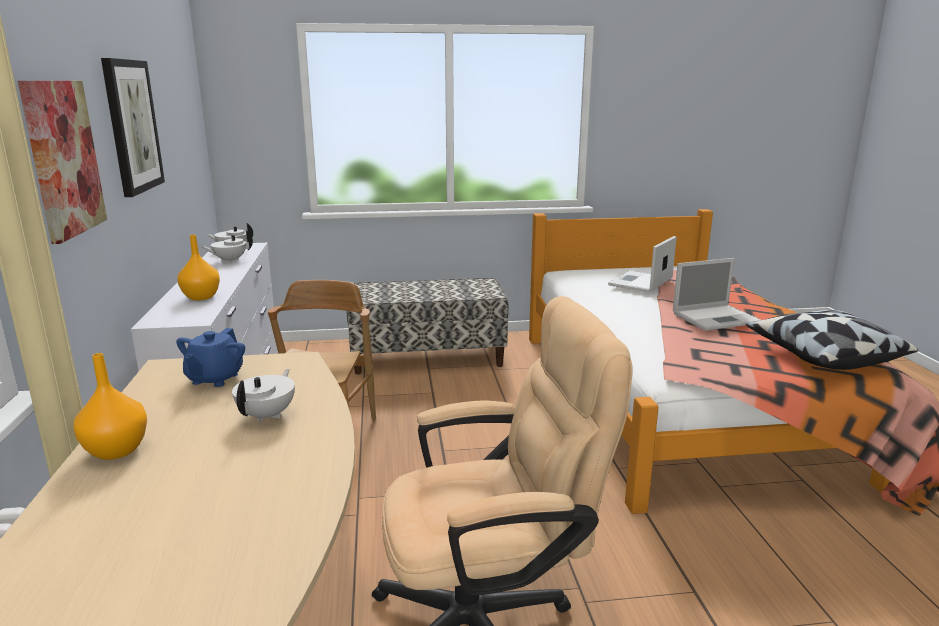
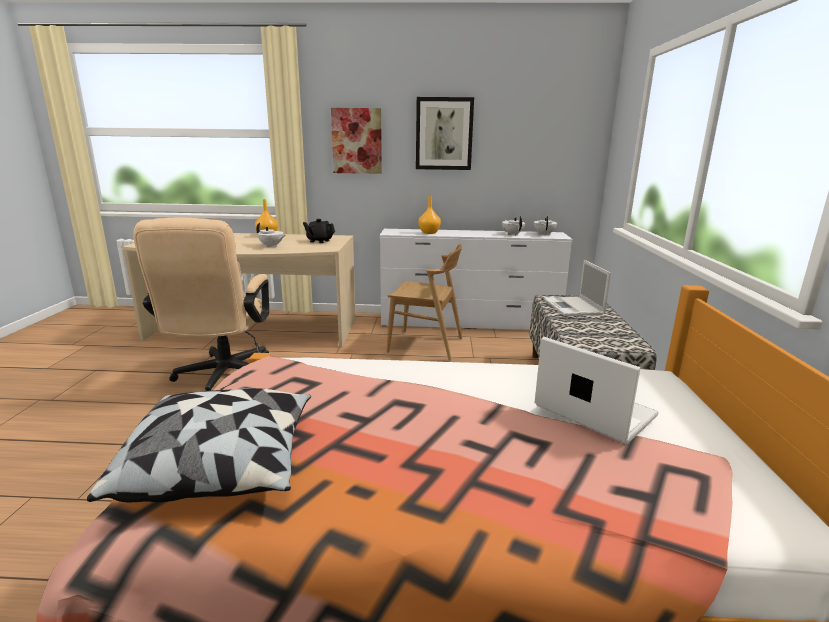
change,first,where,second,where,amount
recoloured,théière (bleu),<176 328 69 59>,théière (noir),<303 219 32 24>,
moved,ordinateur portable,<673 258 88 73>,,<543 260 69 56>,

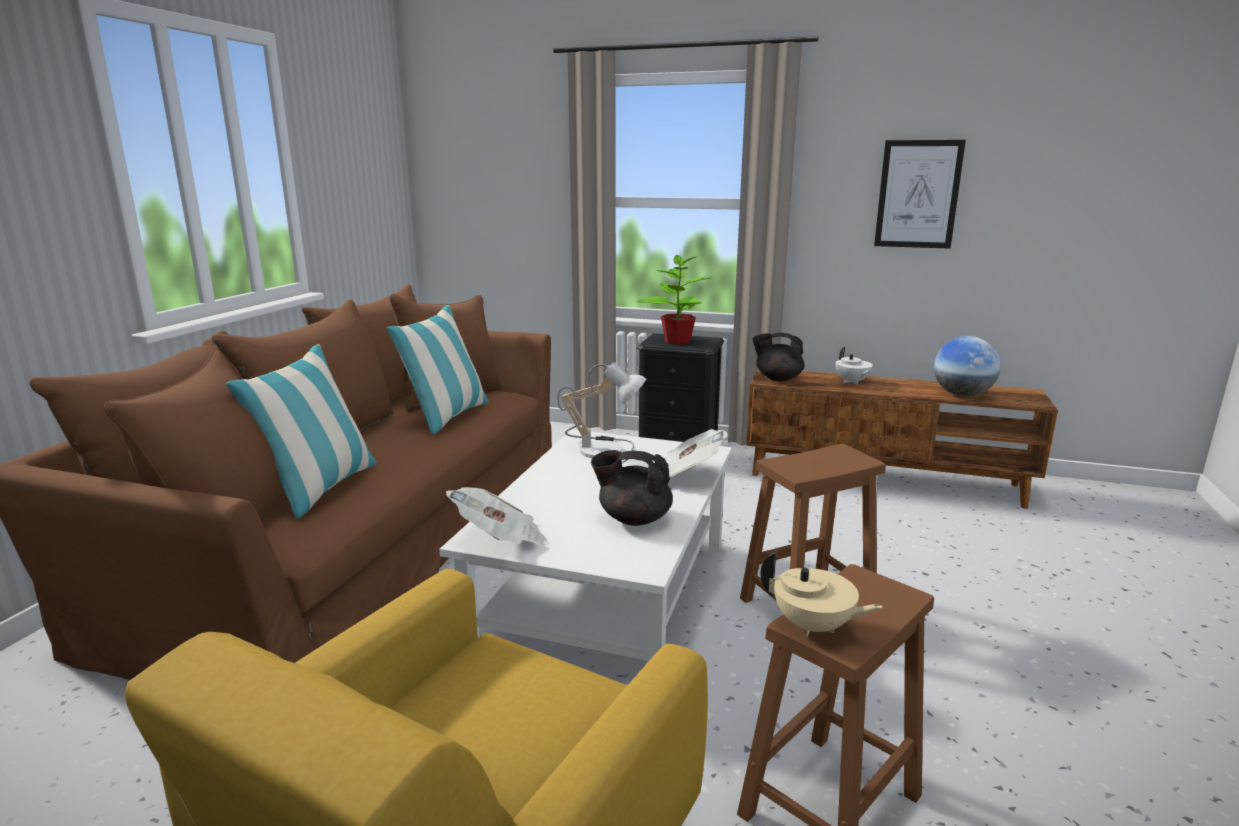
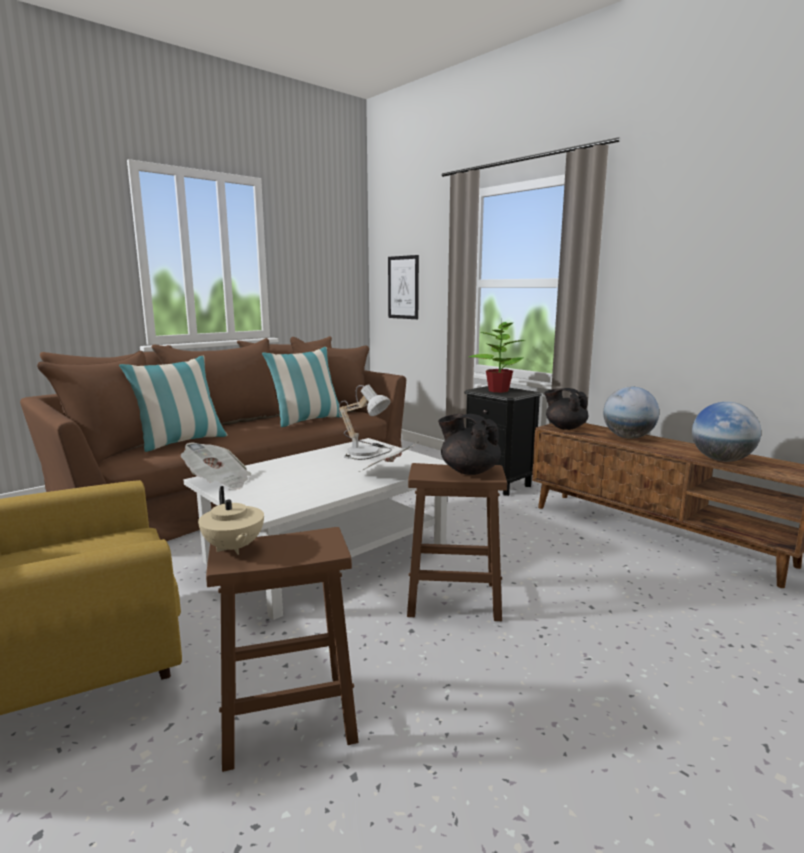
change,first,where,second,where,amount
moved,tableau,<874 140 92 109>,,<388 255 31 64>,
moved,théière (noir),<591 450 82 76>,,<438 414 63 61>,
replaced,théière (blanc),<835 347 38 37>,globe,<603 387 56 52>,

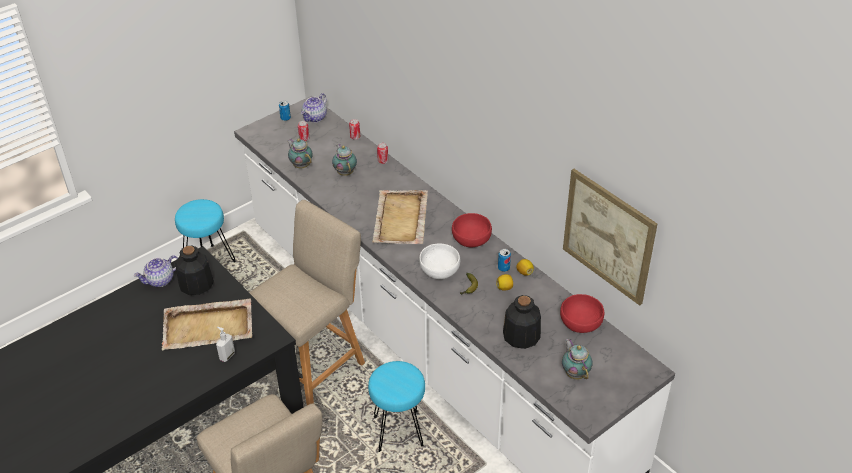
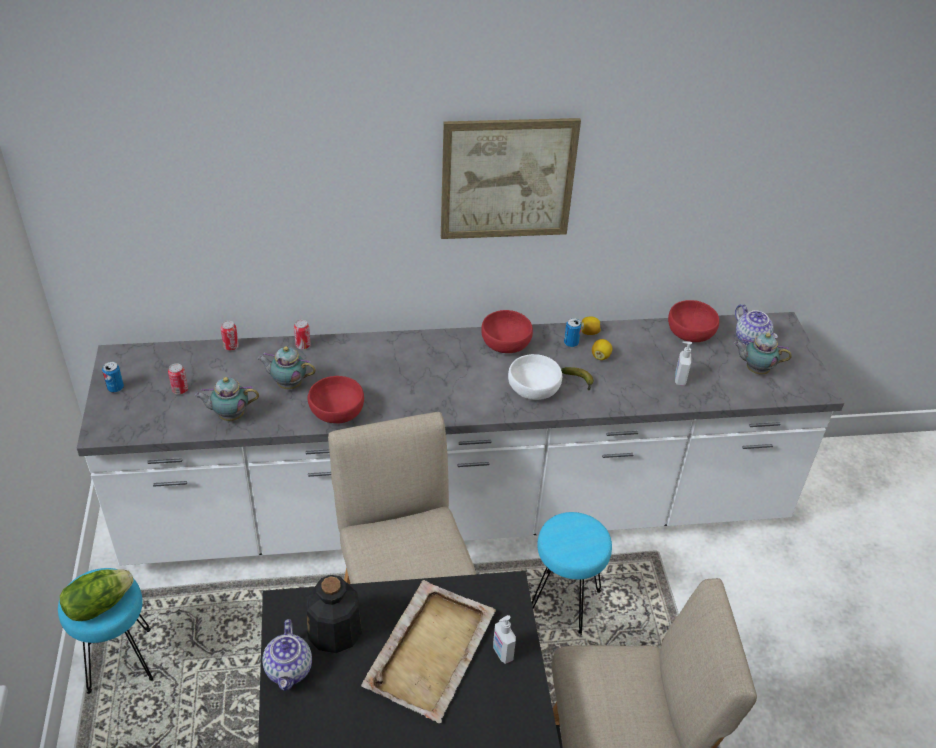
change,first,where,second,where,amount
added,,,laitue,<60 569 74 52>,
added,,,bol (rouge),<308 376 56 47>,
moved,tableau,<563 169 94 137>,,<441 118 140 121>,
replaced,bouteille,<503 295 38 54>,distributeur de savon,<675 341 17 45>,
moved,théière,<301 93 26 29>,,<735 304 43 42>,
removed,plateau (beige),<372 190 56 54>,,,

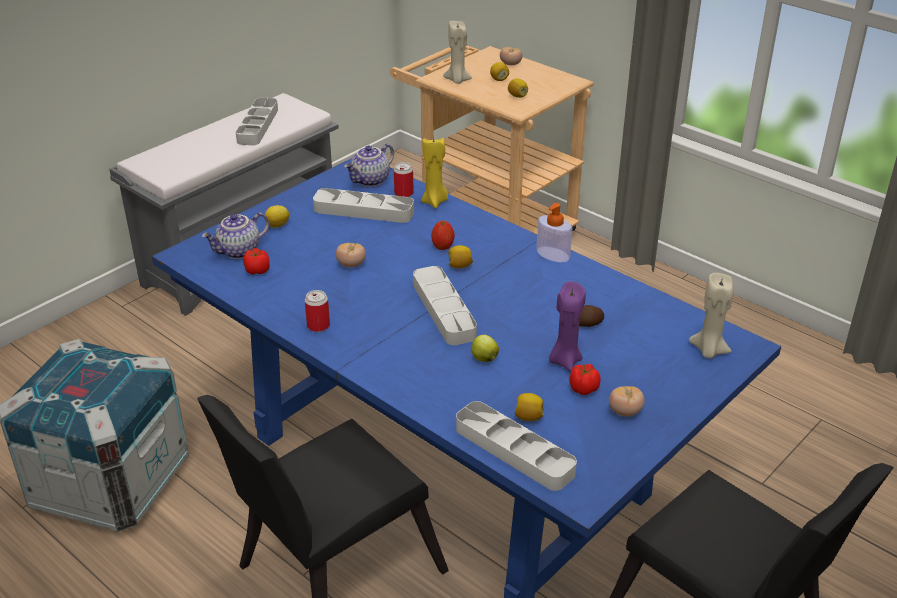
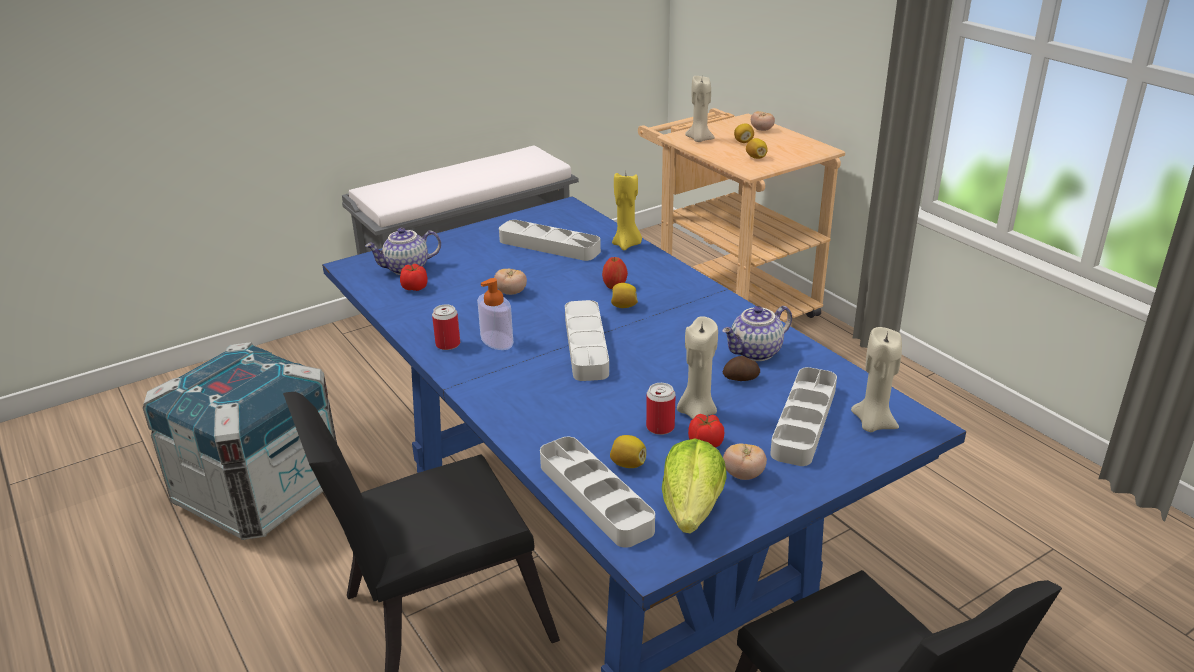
change,first,where,second,where,amount
moved,distributeur de savon,<536 203 36 59>,,<477 278 37 72>,
moved,boîte métallique,<394 162 20 35>,,<646 383 30 52>,
added,,,laitue,<662 438 65 96>,
recoloured,bougie (violet),<549 281 37 90>,bougie (beige),<677 316 41 103>,
moved,théière,<344 144 50 43>,,<722 306 70 55>,
moved,plateau (gris),<236 97 42 48>,,<770 367 67 99>,
removed,citron,<265 205 24 23>,,,
removed,pomme,<471 335 28 27>,,,

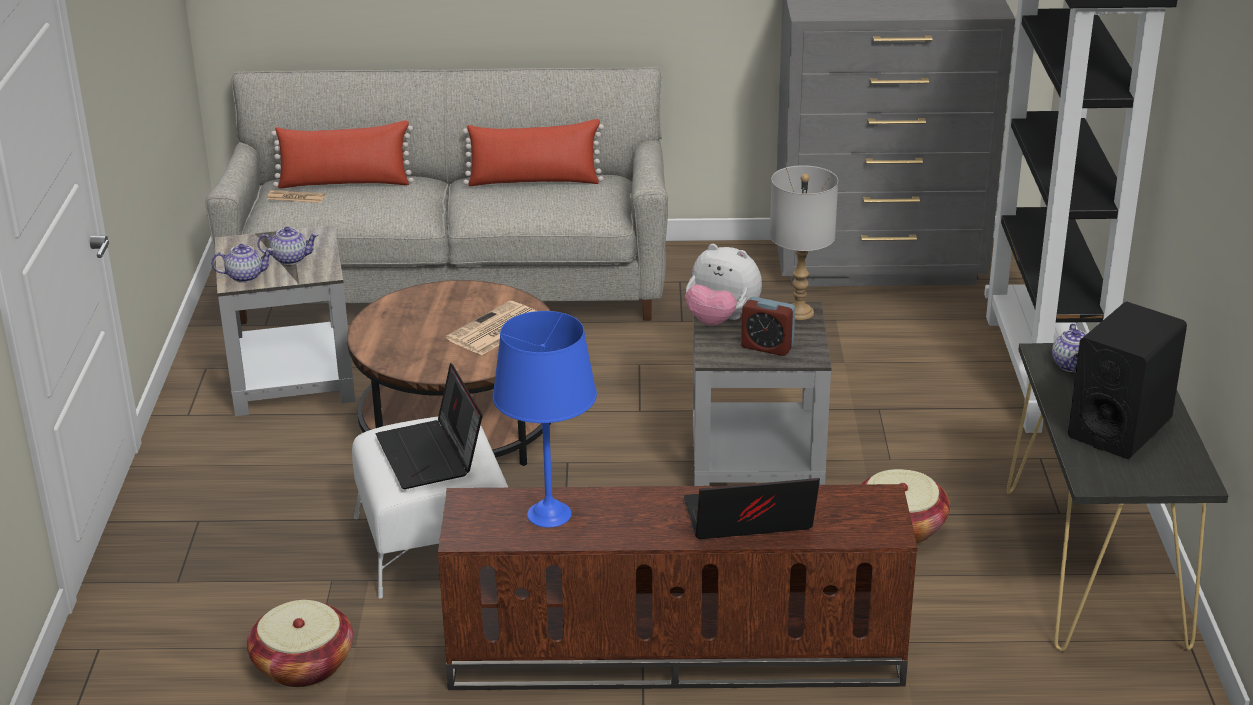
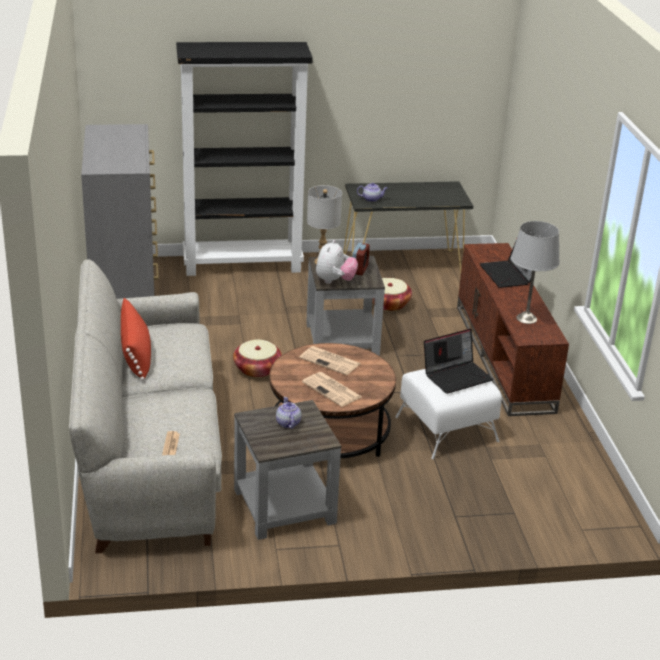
change,first,where,second,where,amount
moved,panier,<247 600 106 87>,,<233 339 49 39>,
added,,,journal,<302 372 60 35>,
recoloured,lampe de table (bleu),<492 311 105 217>,lampe de table (gris),<511 221 49 103>,
removed,théière,<211 244 63 39>,,,
removed,coussin (rouge),<271 120 143 69>,,,
removed,enceinte (noir),<1068 302 119 157>,,,

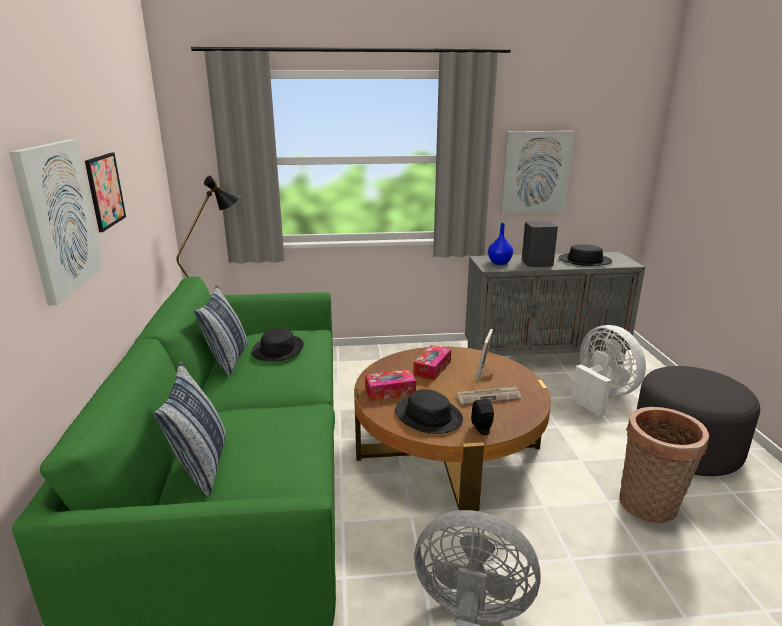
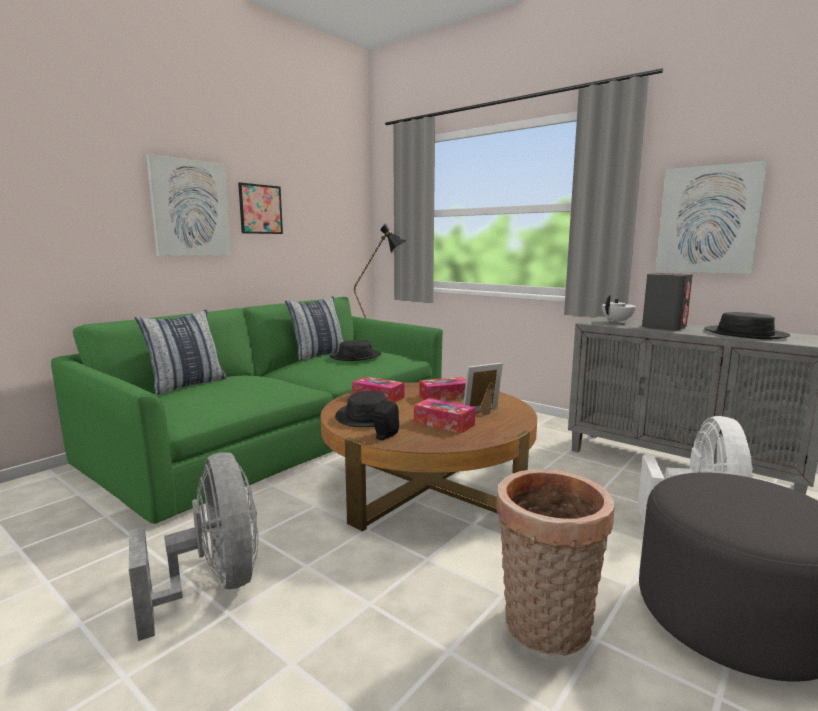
change,first,where,second,where,amount
replaced,journal,<456 385 65 21>,boîte à mouchoirs,<414 398 61 36>,
replaced,vase (bleu),<488 223 25 42>,théière (blanc),<602 295 34 28>,

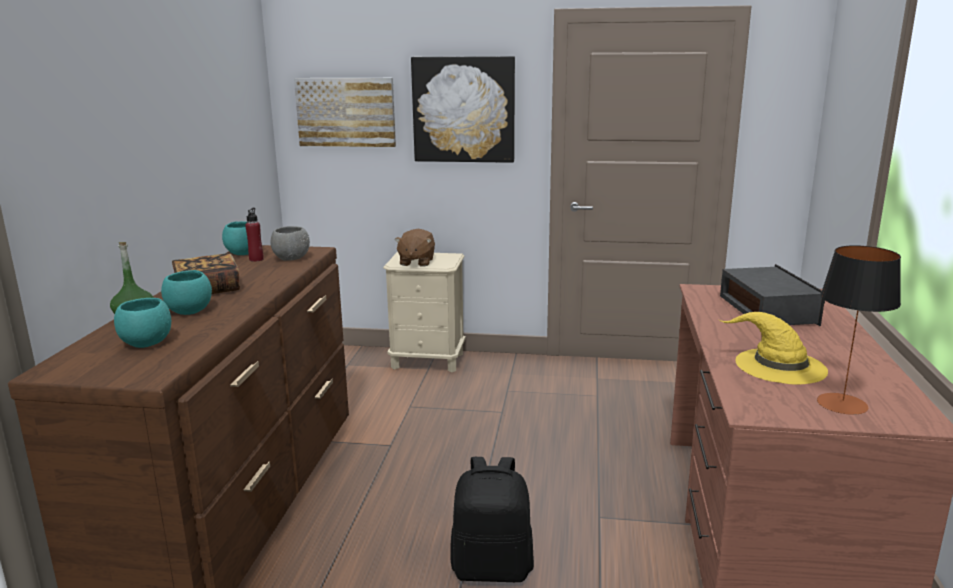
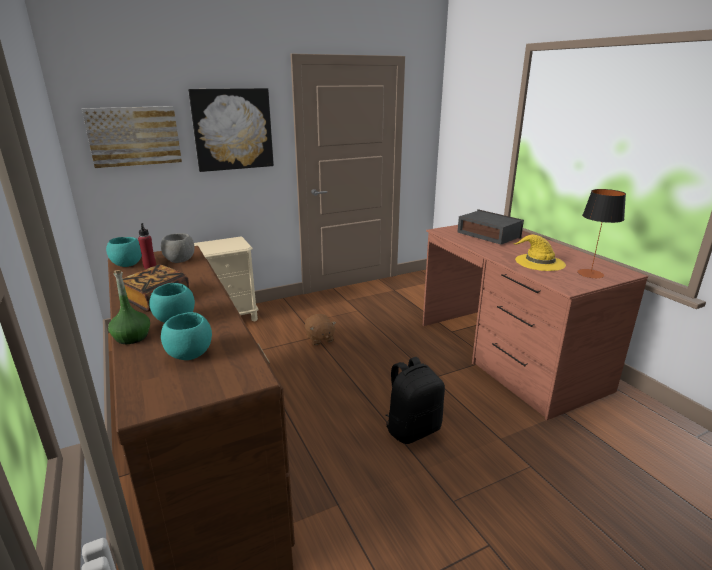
change,first,where,second,where,amount
moved,peluche (marron),<394 229 41 38>,,<305 314 31 31>,

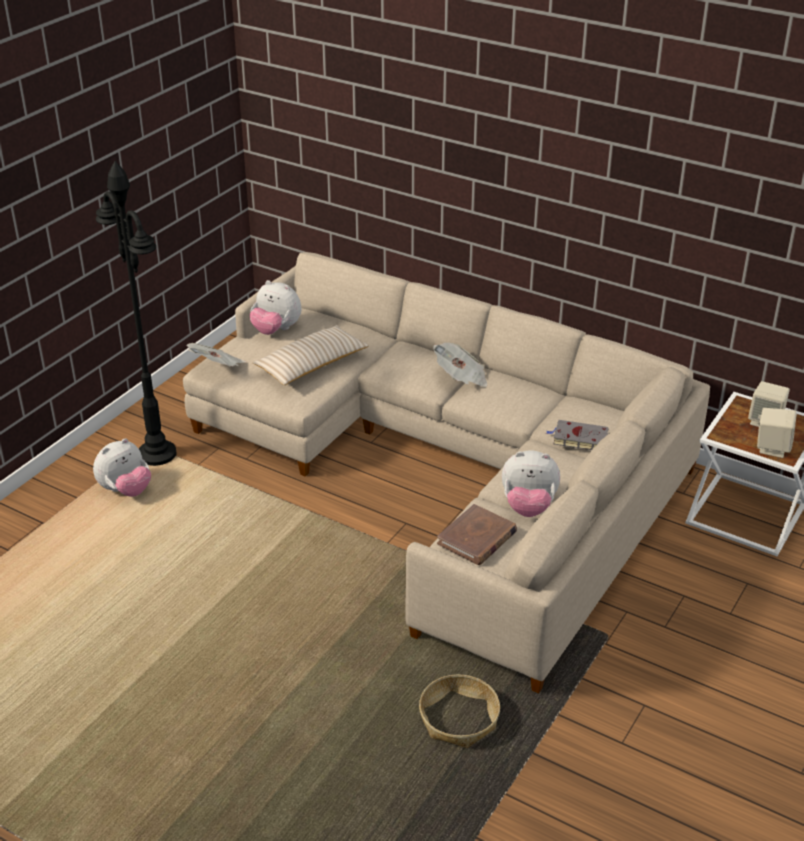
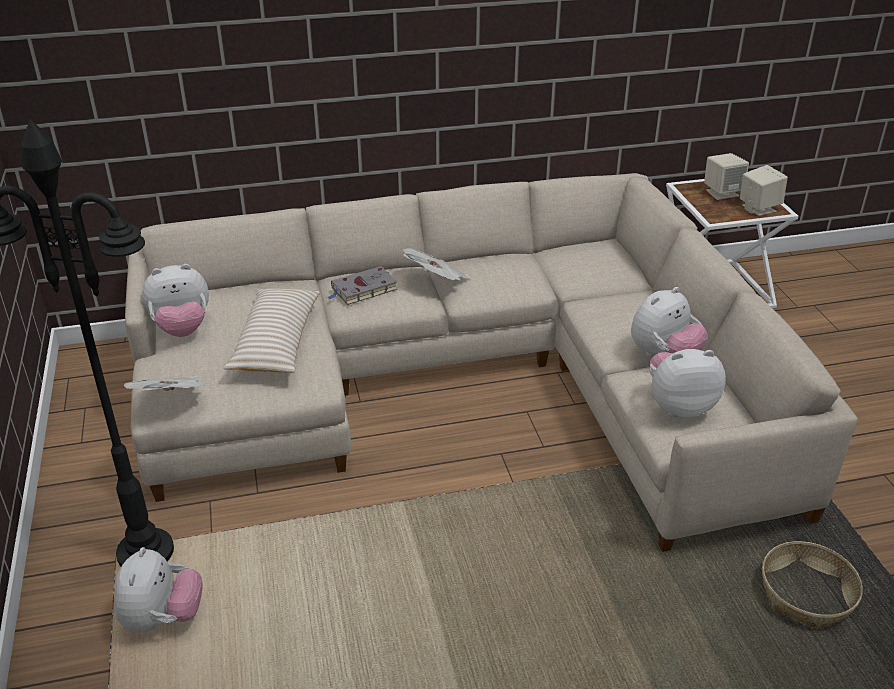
change,first,where,second,where,amount
moved,livre (gris),<546 420 63 30>,,<327 266 70 39>,
replaced,livre (marron),<437 504 80 61>,peluche,<650 349 76 68>,

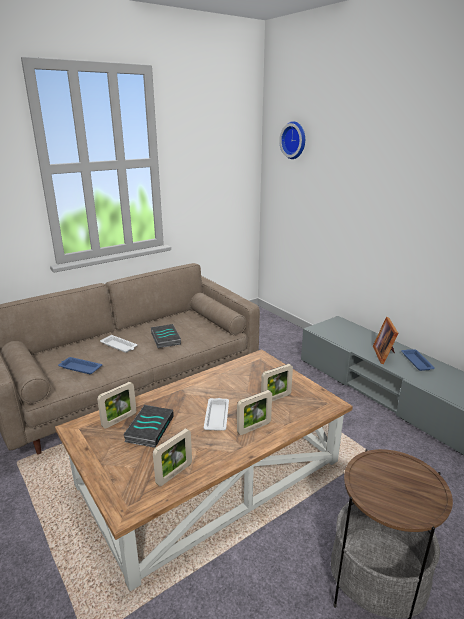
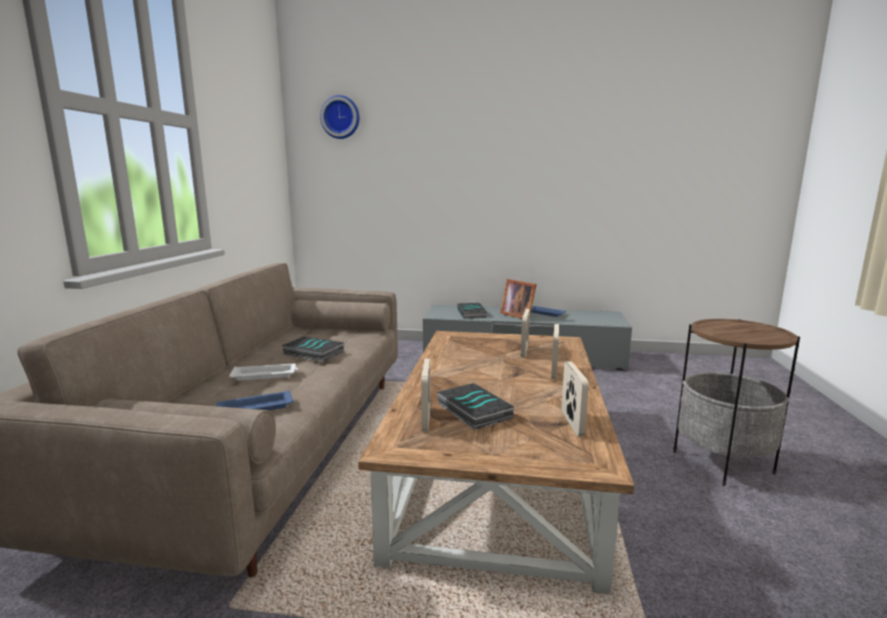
change,first,where,second,where,amount
added,,,livre,<457 303 30 15>,
removed,plateau (blanc),<204 398 25 33>,,,

